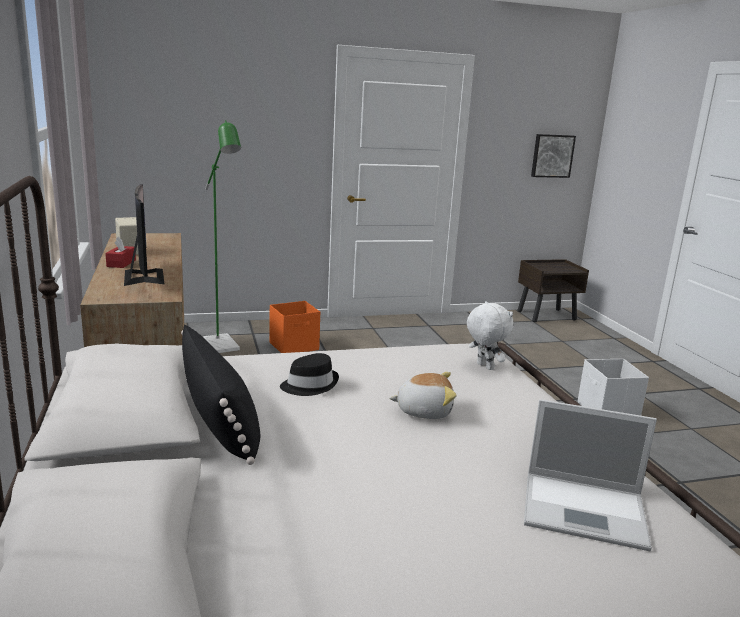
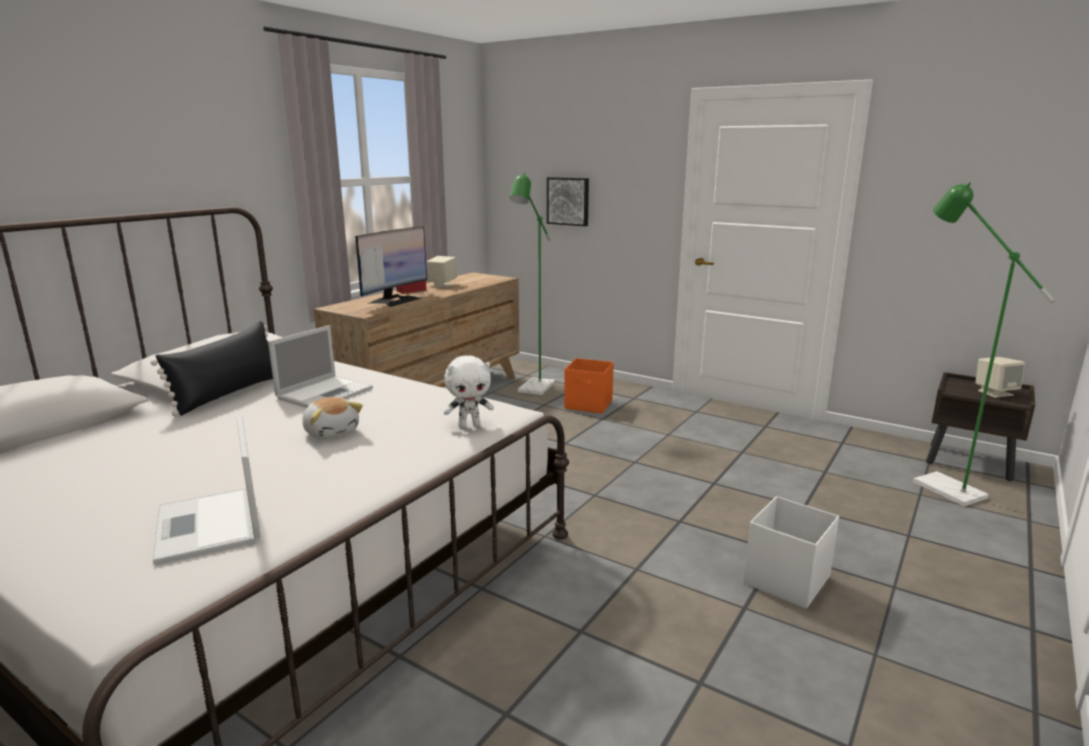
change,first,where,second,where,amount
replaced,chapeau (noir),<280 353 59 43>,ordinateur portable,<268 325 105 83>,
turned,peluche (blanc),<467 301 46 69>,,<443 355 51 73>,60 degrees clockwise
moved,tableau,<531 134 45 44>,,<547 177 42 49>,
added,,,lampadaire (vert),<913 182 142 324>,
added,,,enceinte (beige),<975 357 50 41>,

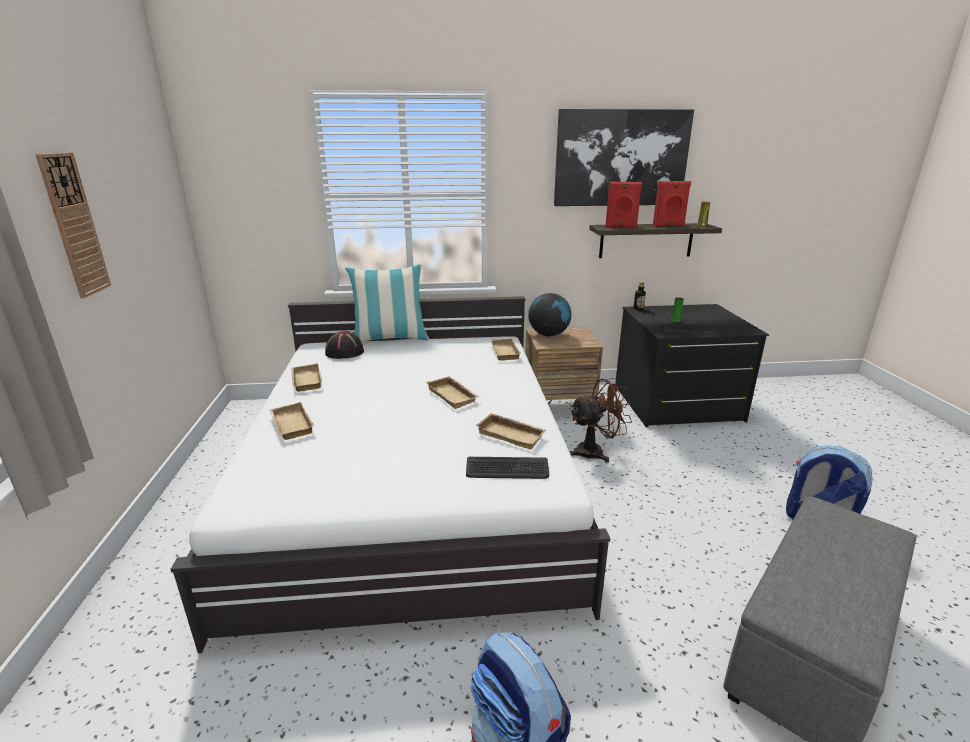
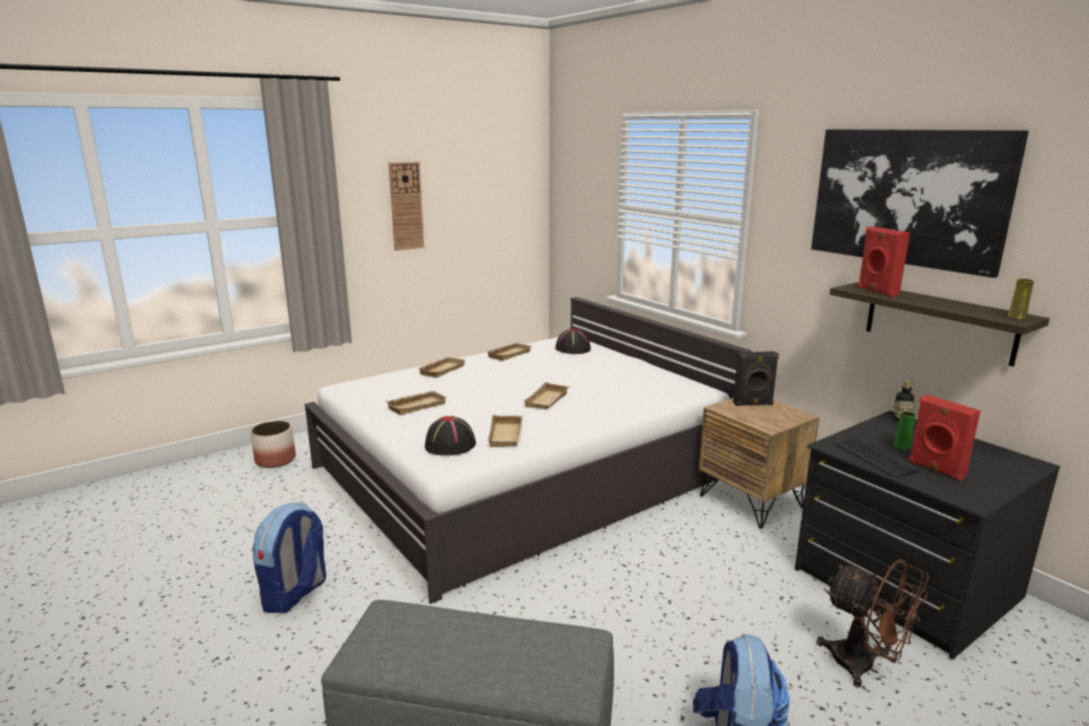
change,first,where,second,where,amount
added,,,cache-pot,<250 421 46 47>,
moved,plateau (beige),<489 338 32 23>,,<385 391 62 24>,
replaced,clavier,<466 457 83 22>,chapeau (noir),<425 416 51 40>,
replaced,globe,<528 293 43 44>,enceinte (noir),<733 351 46 55>,
moved,ventilateur (marron),<569 378 63 85>,,<817 559 112 129>,
moved,enceinte (rouge),<653 181 38 46>,,<909 395 72 86>,
removed,coussin,<345 264 84 78>,,,

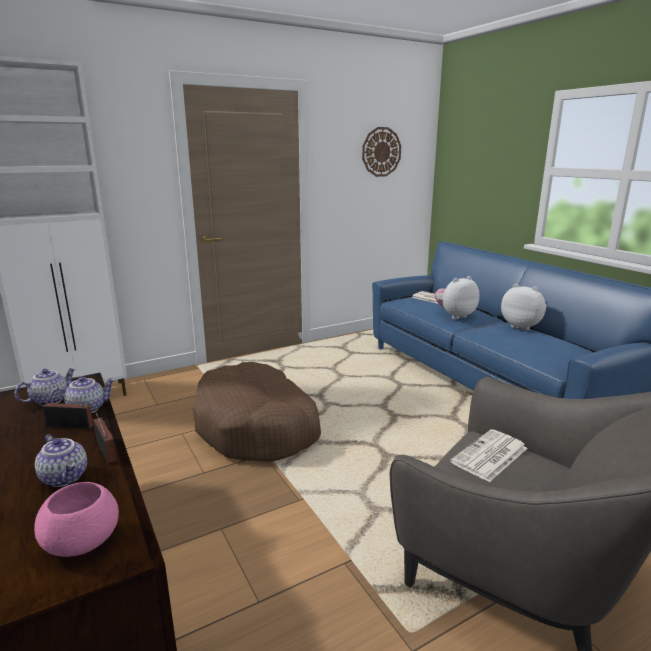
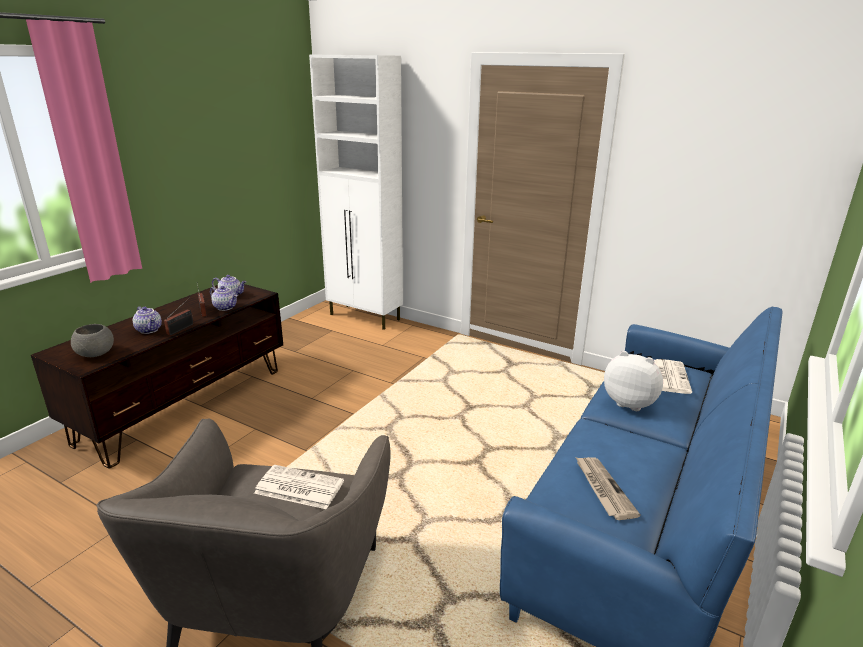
change,first,where,second,where,amount
recoloured,bol (rose),<34 482 85 75>,bol (gris),<71 324 43 33>,
turned,théière,<35 434 52 53>,,<133 306 29 28>,60 degrees counterclockwise
added,,,journal,<576 457 64 63>,
removed,panier pour chien (marron),<193 362 128 100>,,,
removed,horloge murale,<362 127 39 50>,,,
removed,peluche,<501 284 46 47>,,,

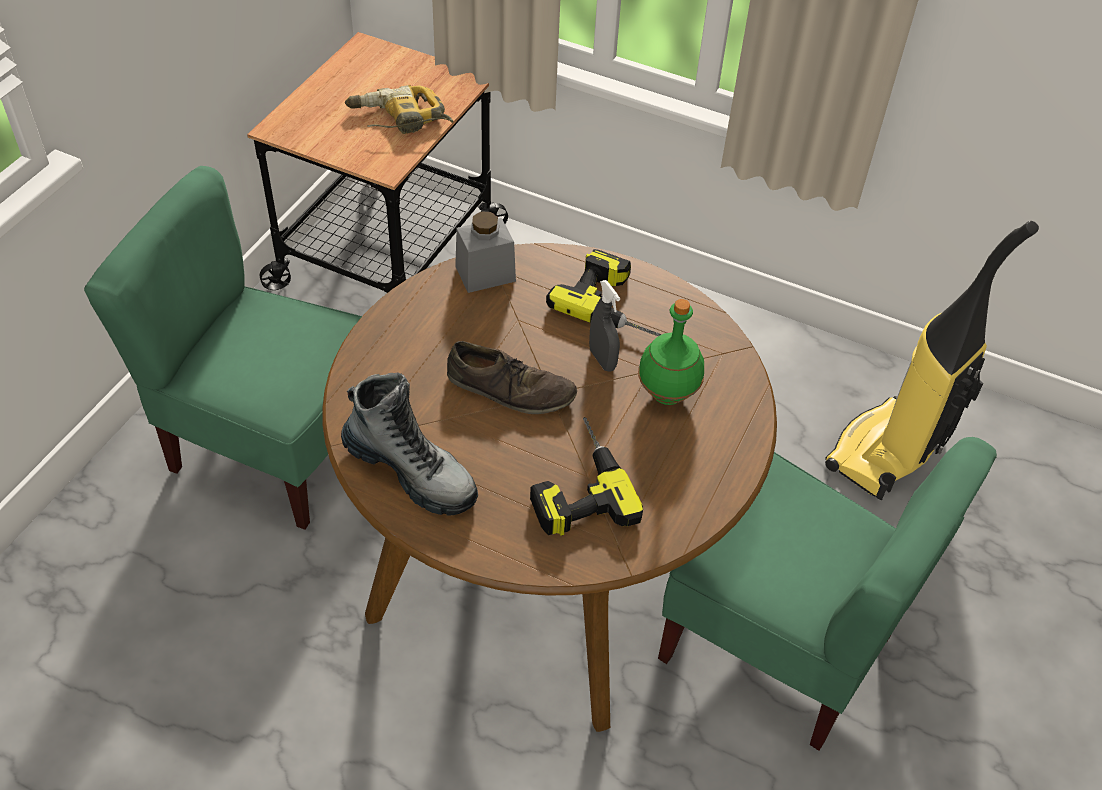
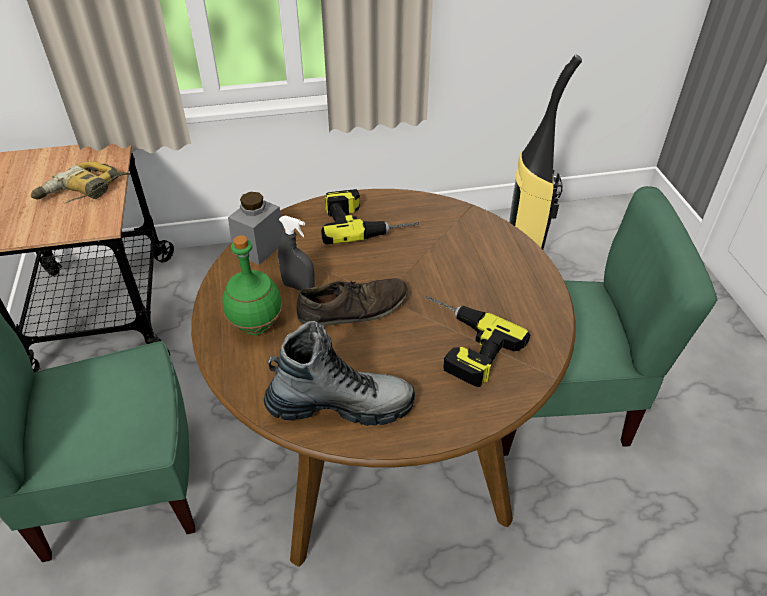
change,first,where,second,where,amount
moved,bouteille (vert),<638 299 66 106>,,<222 235 61 100>,
moved,vaporisateur (gris),<589 280 31 92>,,<278 216 37 75>,

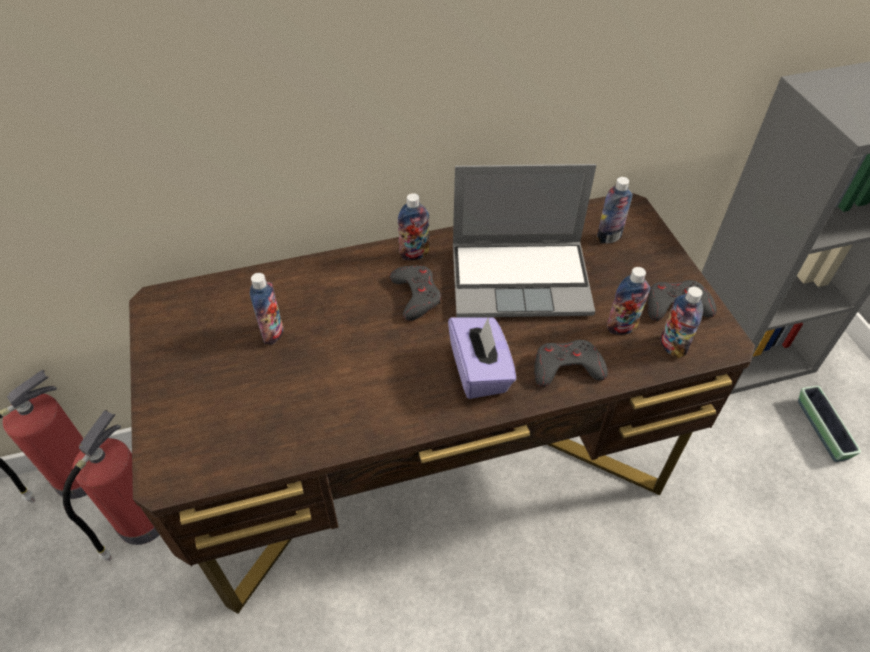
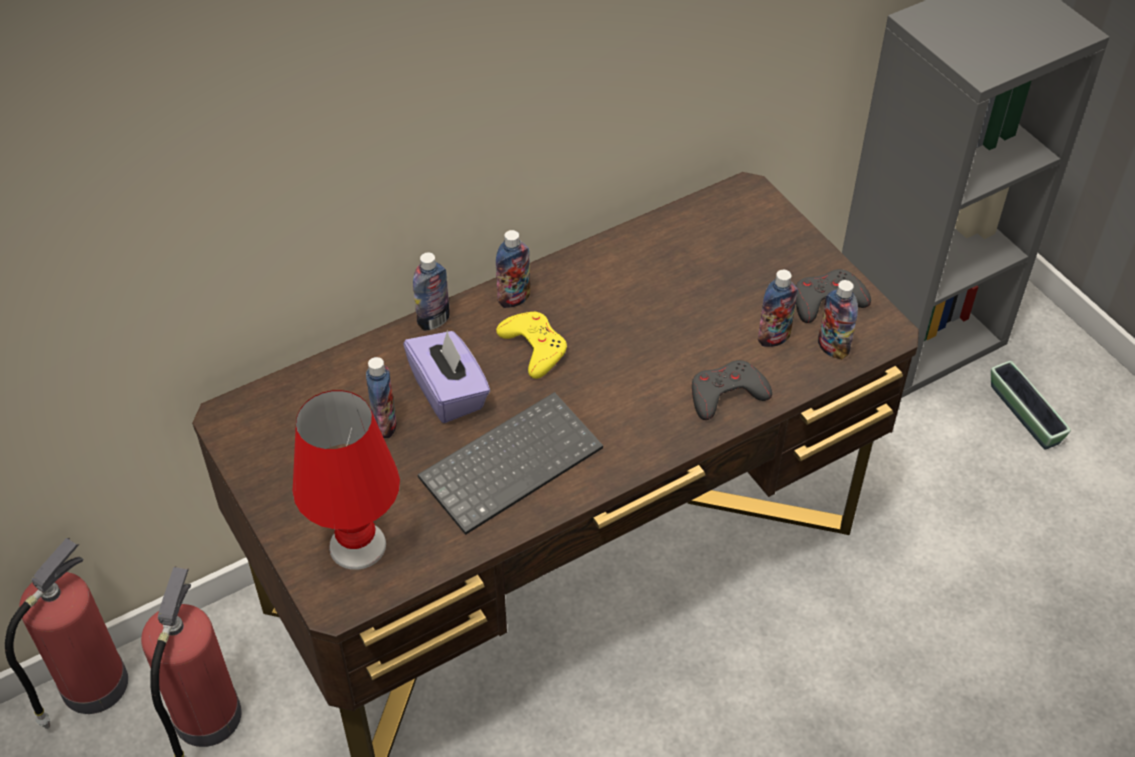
change,first,where,second,where,amount
added,,,lampe de table (rouge),<292 390 108 180>,
moved,boîte à mouchoirs (violet),<448 317 68 82>,,<403 330 87 93>,
moved,bouteille,<596 177 37 66>,,<413 252 37 79>,
added,,,clavier,<418 392 185 143>,
recoloured,manette (gris),<389 266 52 55>,manette (jaune),<496 312 71 67>,
removed,ordinateur portable,<453 164 143 153>,,,

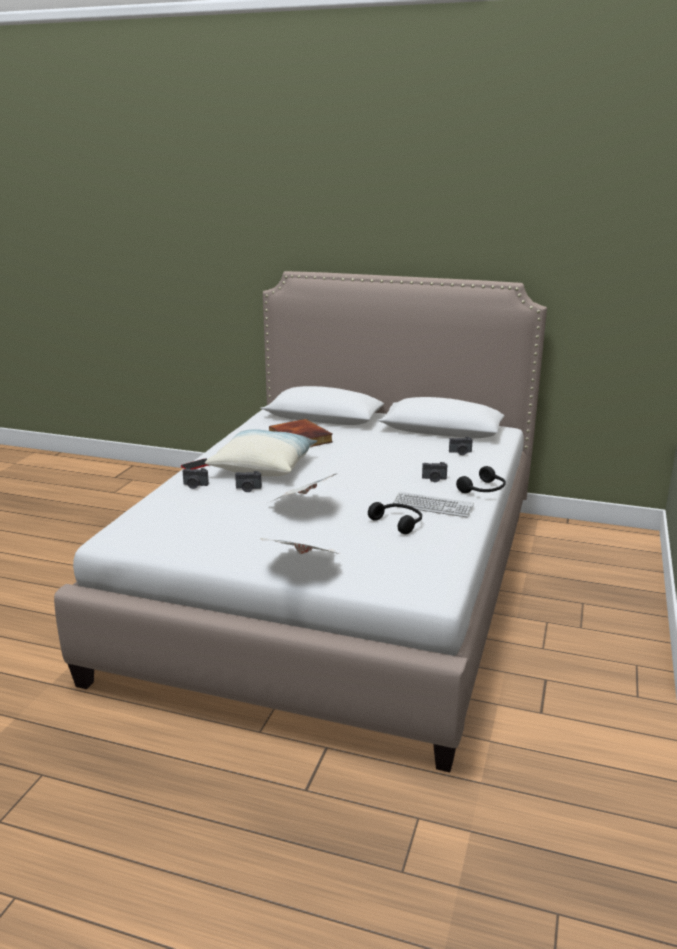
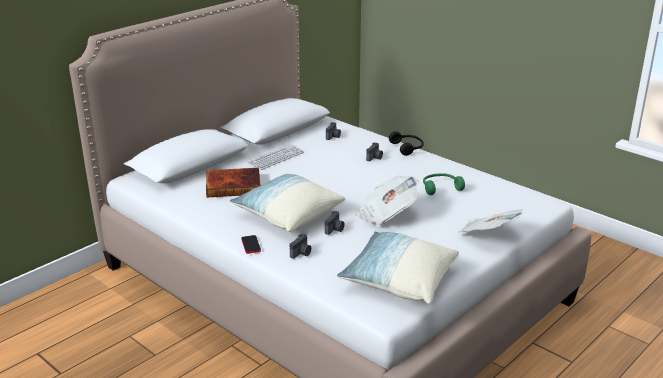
change,first,where,second,where,amount
moved,clavier,<392 492 82 25>,,<247 144 57 26>,
added,,,coussin,<337 232 122 72>,
recoloured,casque audio (noir),<368 502 54 32>,casque audio (vert),<423 173 42 22>,

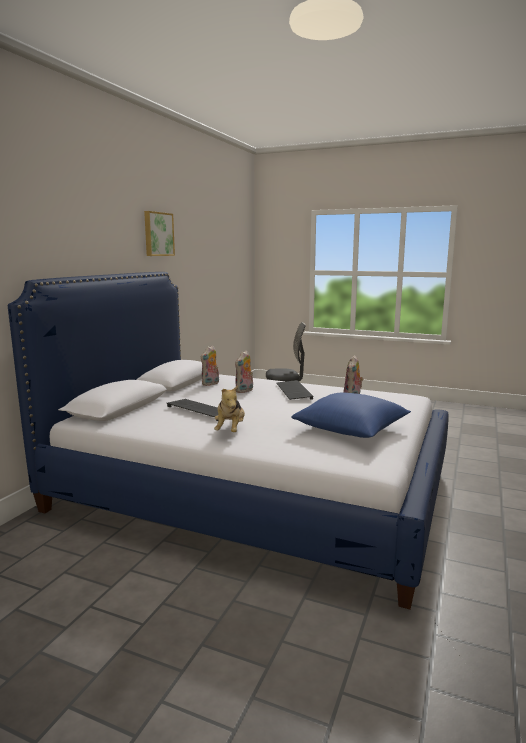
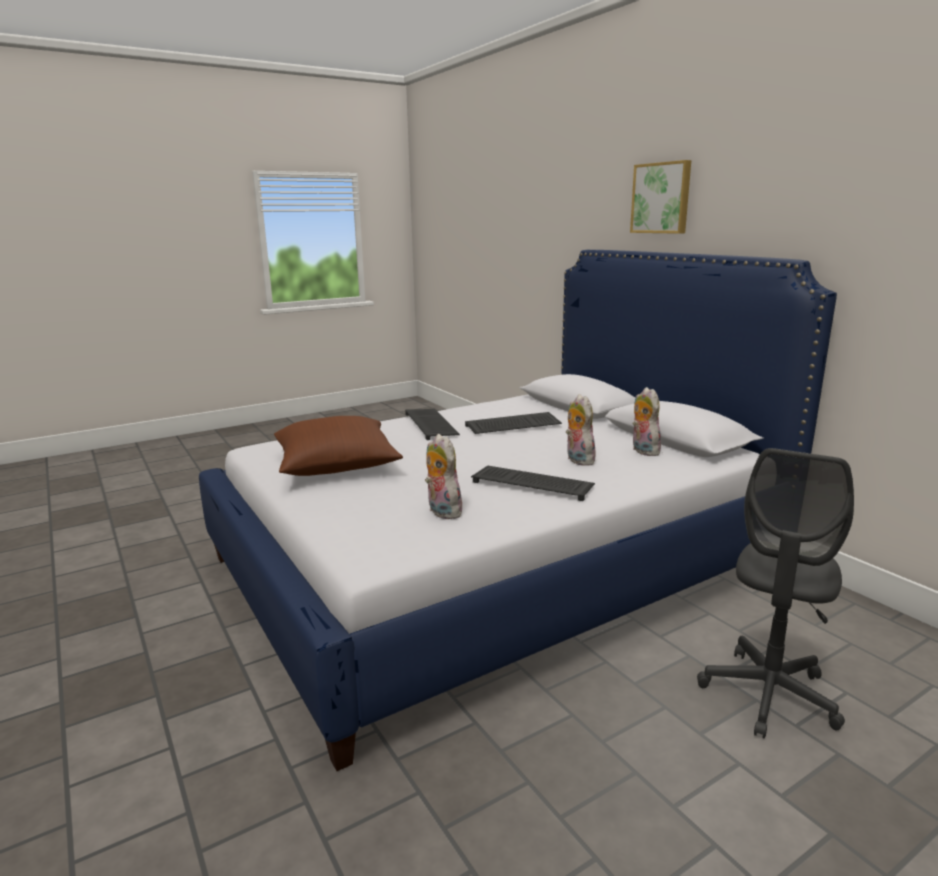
change,first,where,second,where,amount
recoloured,coussin (bleu),<291 393 120 45>,coussin (marron),<274 416 129 60>,
replaced,peluche,<214 385 31 47>,clavier,<405 409 55 31>,
moved,tableau,<144 211 31 45>,,<630 160 61 74>,

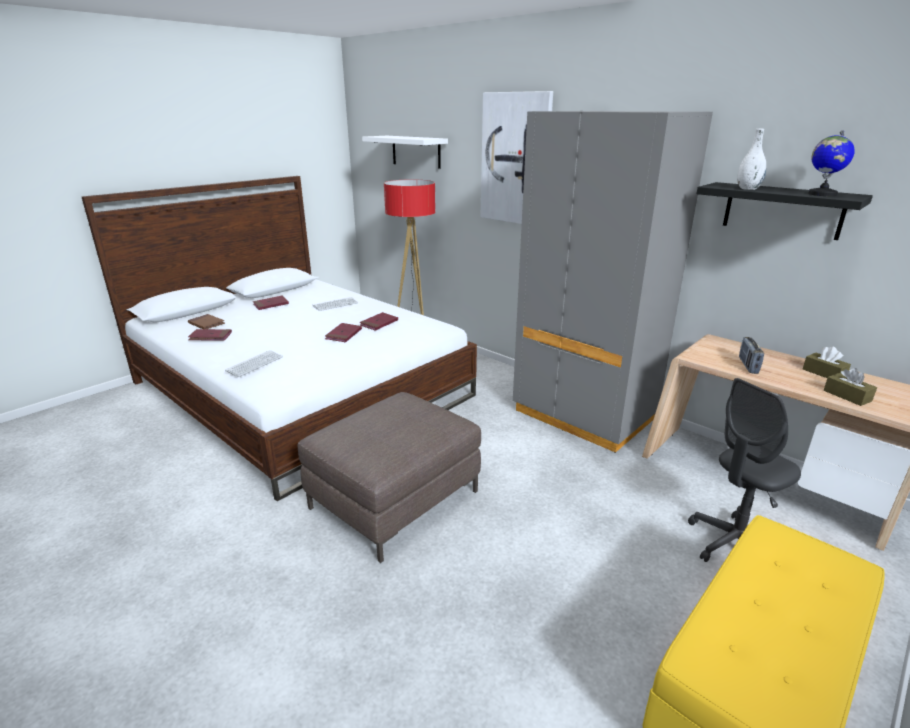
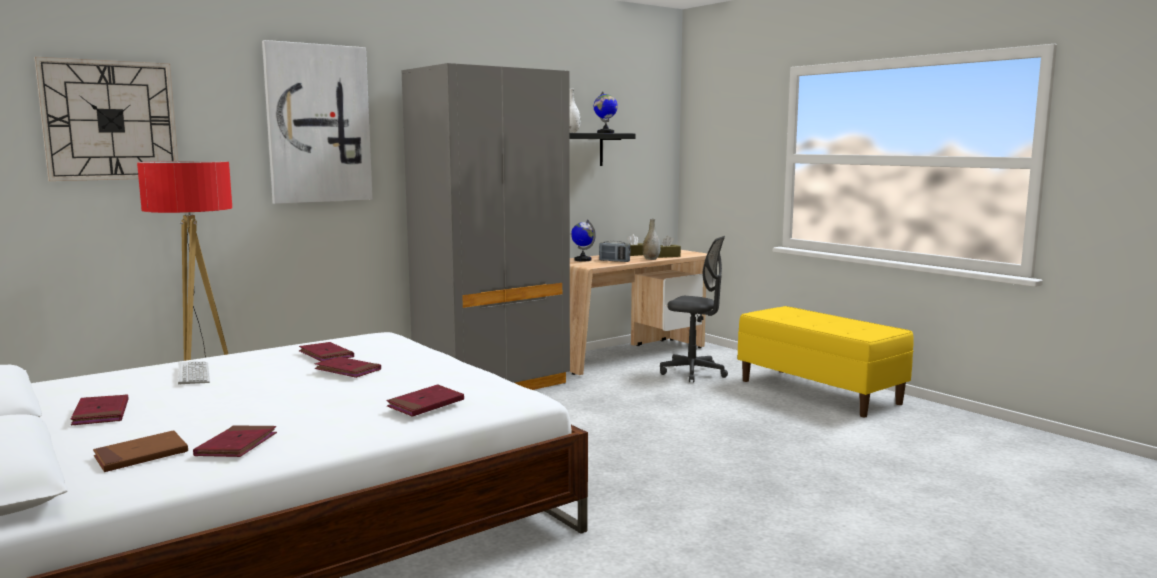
change,first,where,second,where,amount
replaced,étagère (blanc),<362 136 86 33>,horloge murale,<34 57 144 124>,
replaced,clavier,<225 350 58 27>,livre (rouge),<387 385 77 32>,
added,,,globe,<571 219 25 42>,
added,,,vase (gris),<642 218 19 42>,
turned,chaise de bureau (gris),<688 378 113 184>,,<660 236 68 146>,45 degrees counterclockwise
removed,pouf (marron),<298 392 183 171>,,,

